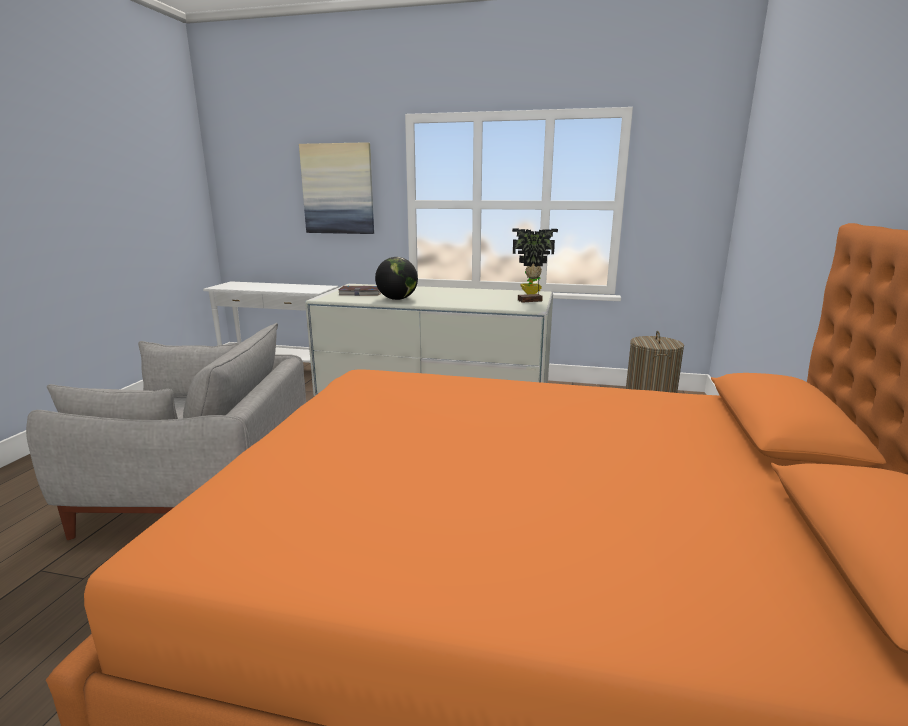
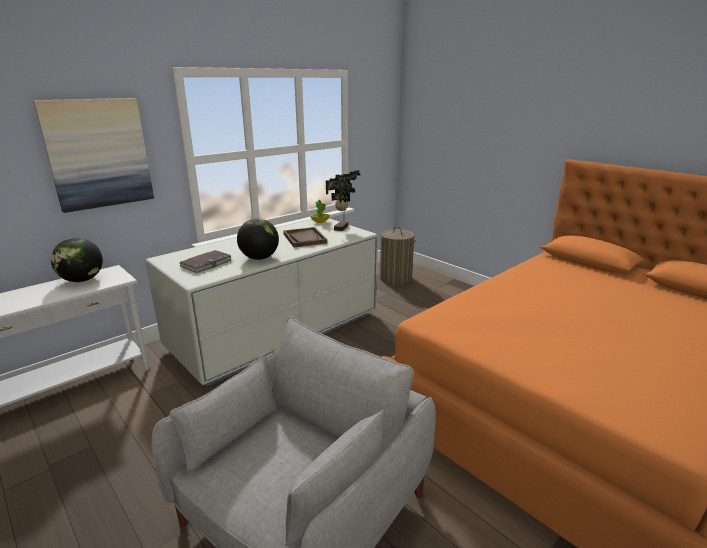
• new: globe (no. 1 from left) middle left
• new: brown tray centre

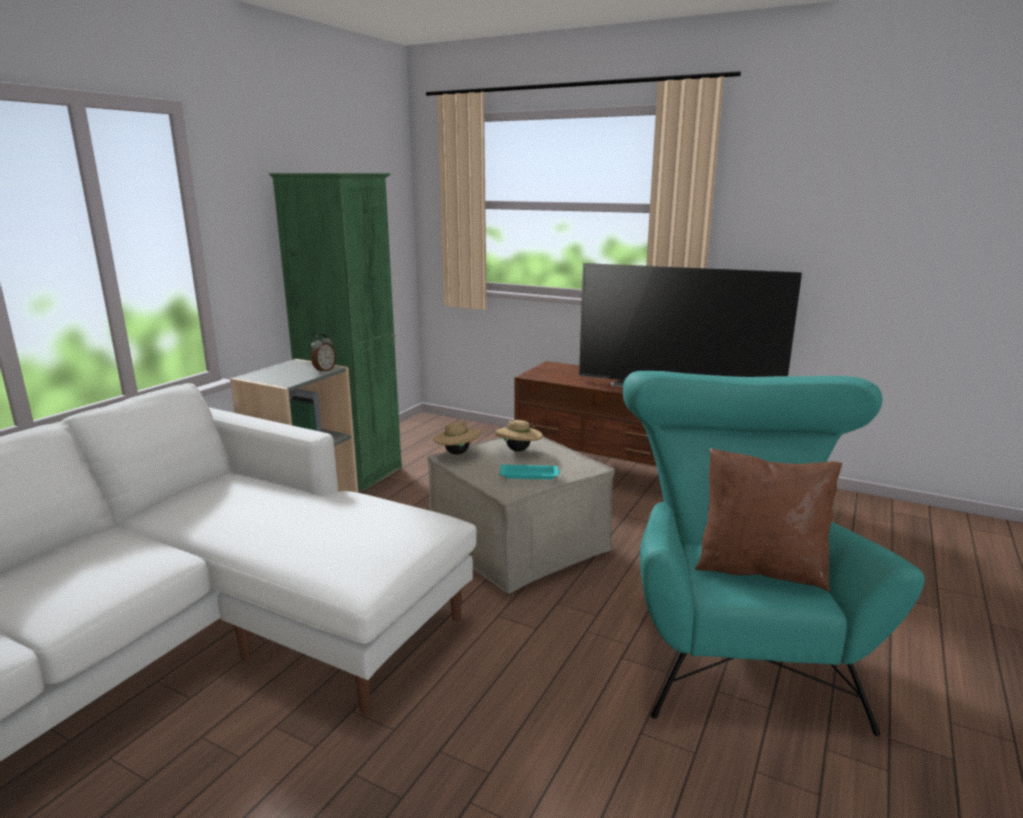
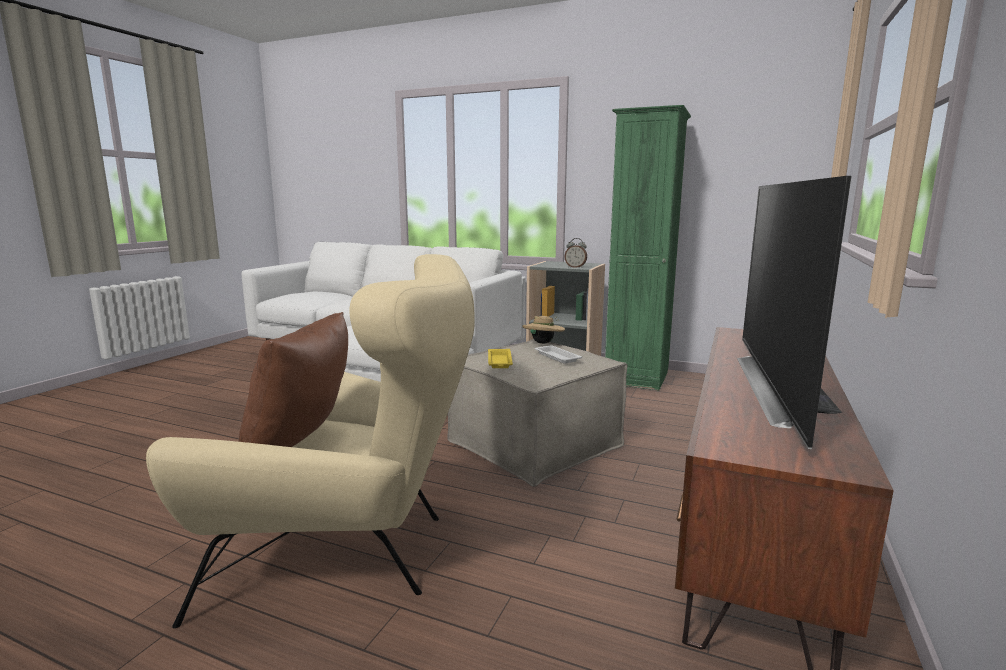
• swapped: beige hat (no. 2 from left) centre to white tray centre
• repainted: turquoise tray centre to yellow tray centre
• repainted: turquoise armchair bottom right to beige armchair middle left

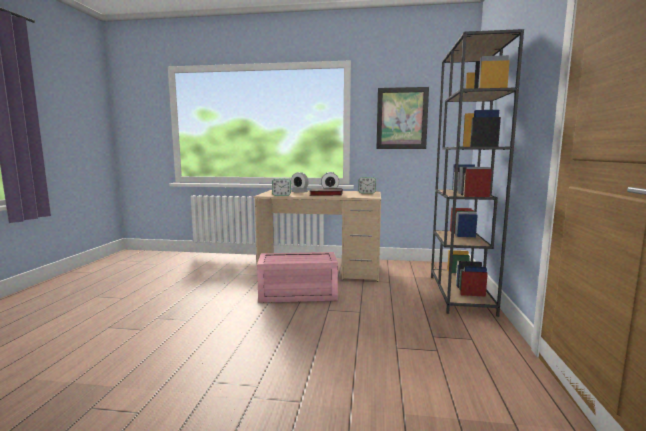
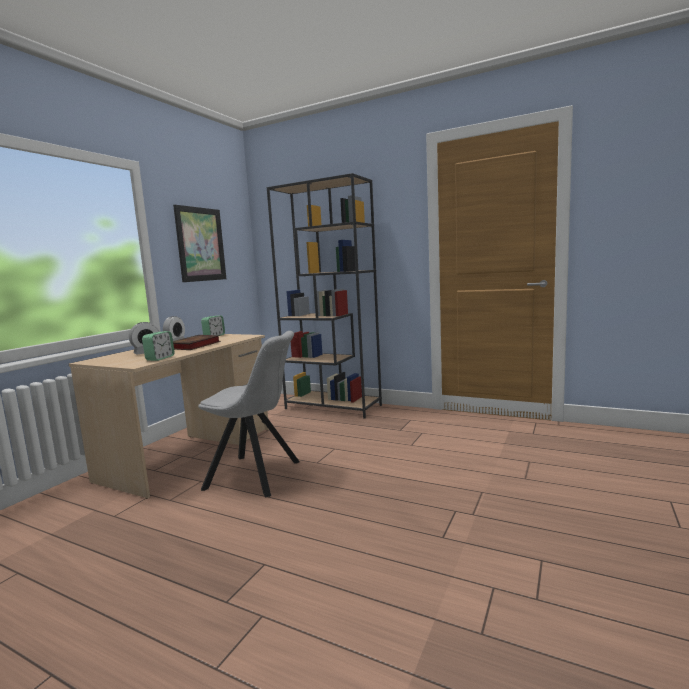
• swapped: pink storage box centre to grey chair centre

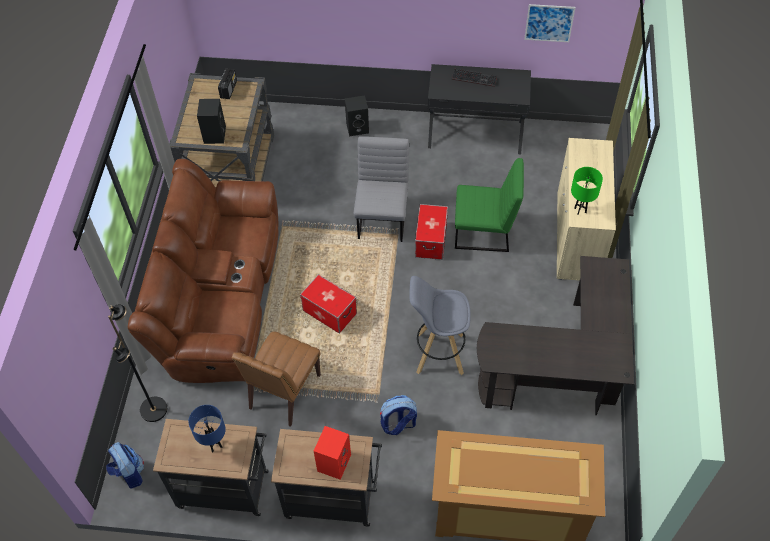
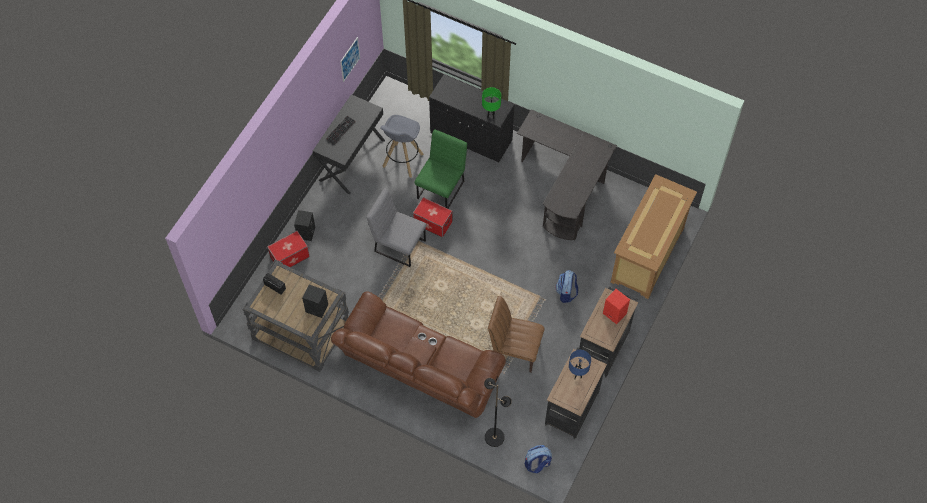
• rotated: brown chair bottom centre = centre 150 degrees clockwise
• shifted: storage box (no. 1 from left) centre to middle left
• shifted: grey stool centre to top centre
• repainted: beige cabinet middle right to black cabinet top centre

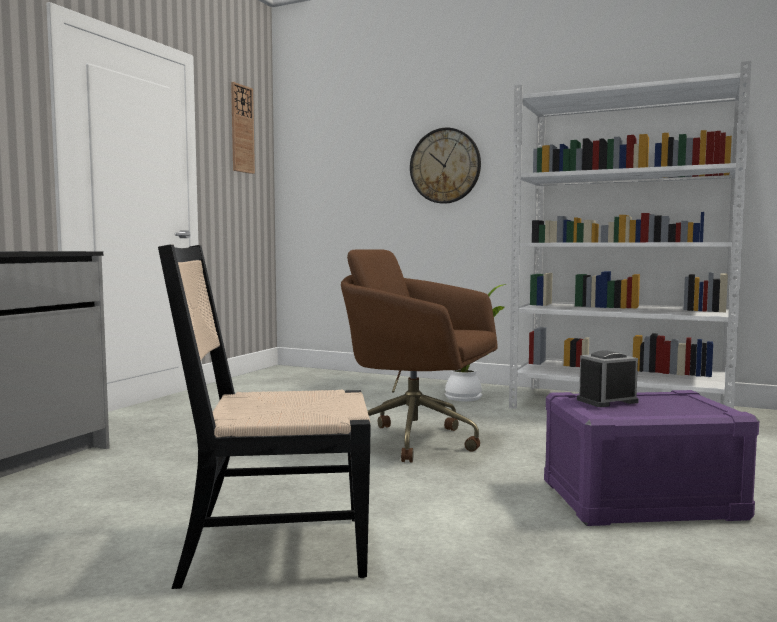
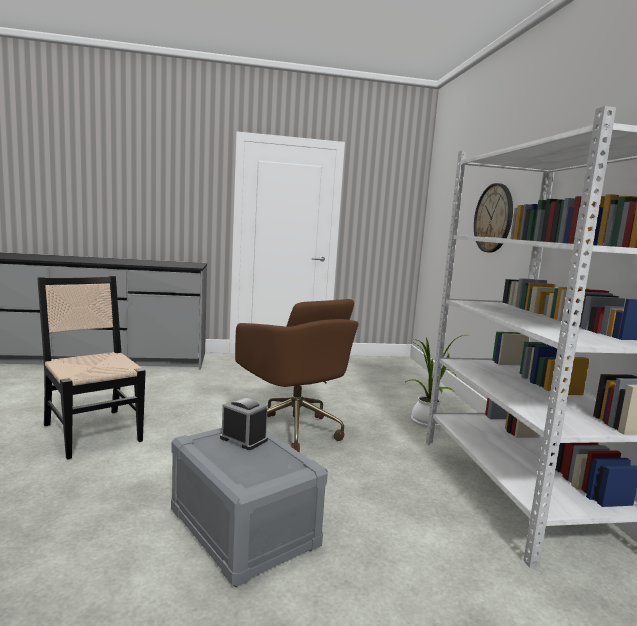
• gone: wall clock (no. 1 from left) top left
• rotated: brown office chair centre = centre 150 degrees clockwise
• repainted: purple storage box bottom right to grey storage box bottom centre

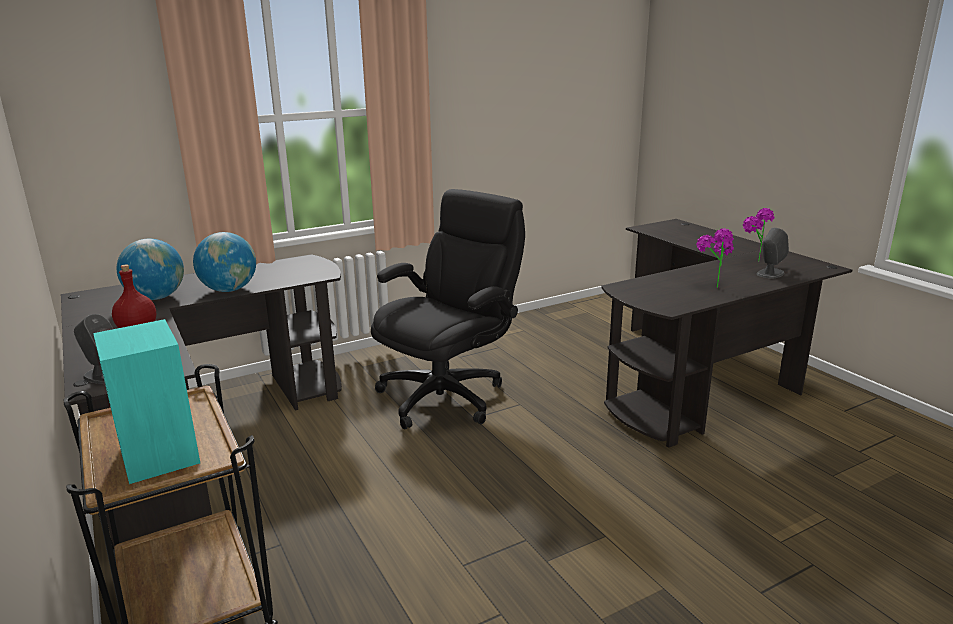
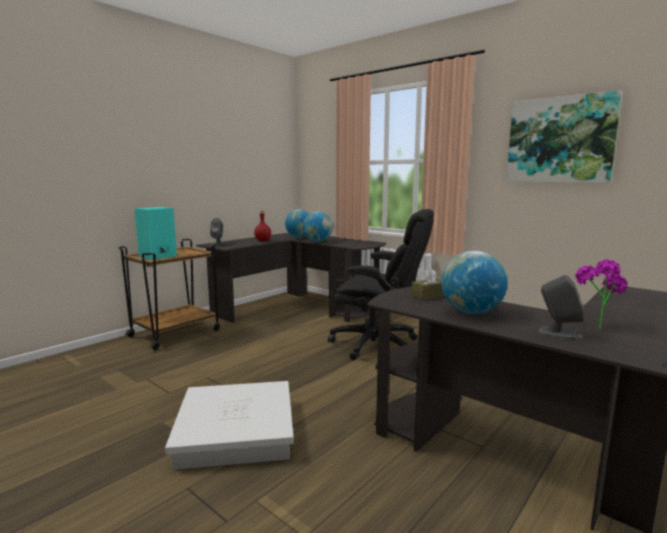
• swapped: potted plant (no. 1 from left) middle right to globe (no. 3 from left) middle right
• new: white storage box bottom centre
• new: brown tissue box centre
• new: picture top right

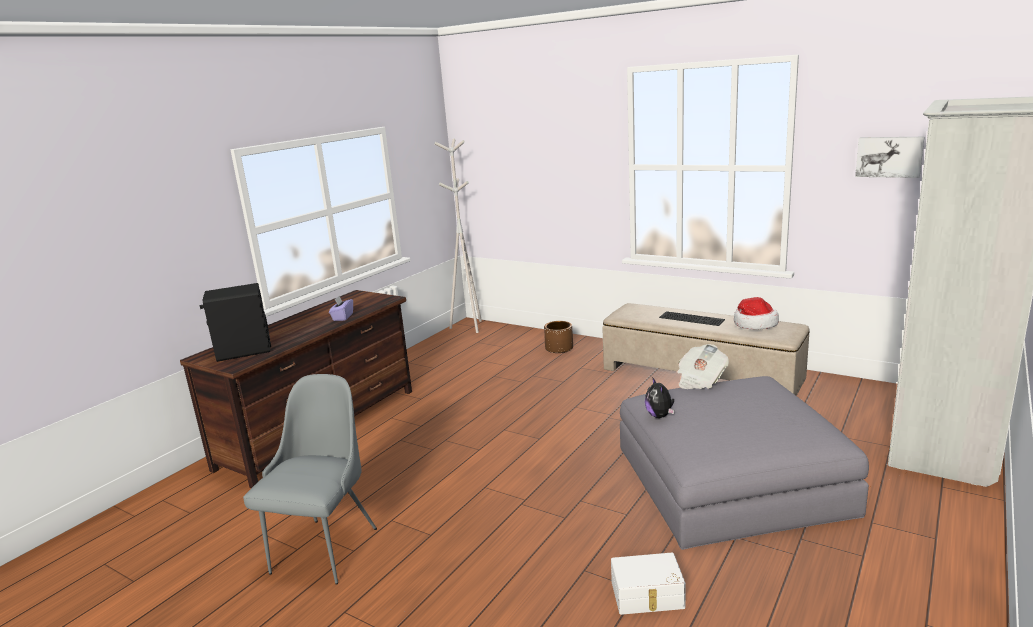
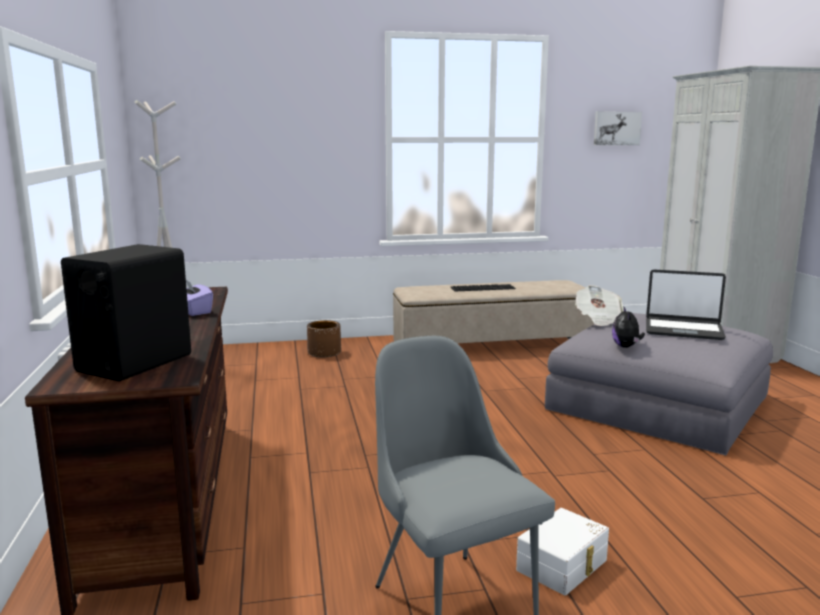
• shifted: white storage box bottom centre to bottom right
• rotated: plush toy centre = middle right 60 degrees clockwise
• gone: hat middle right
• new: laptop middle right

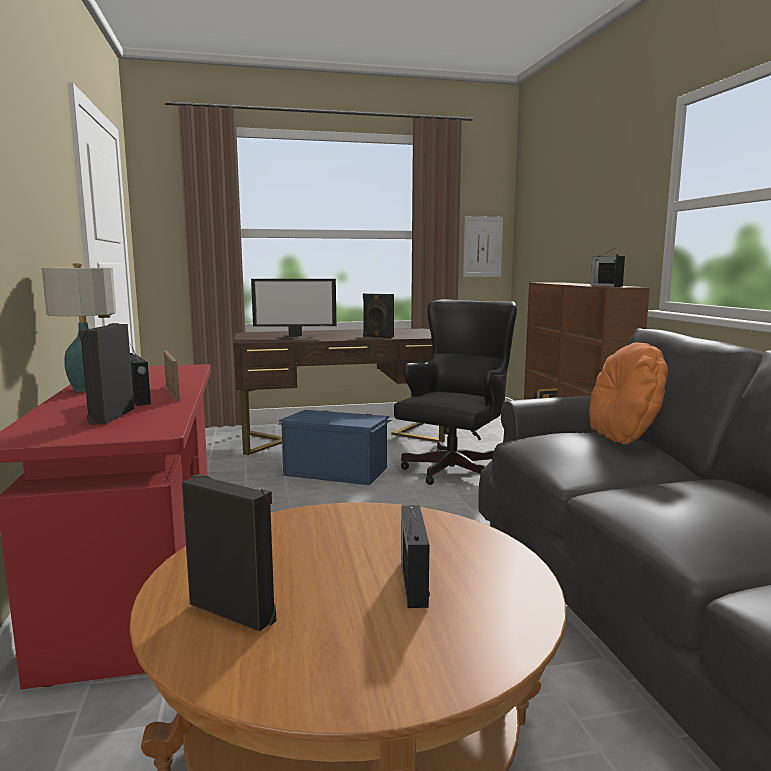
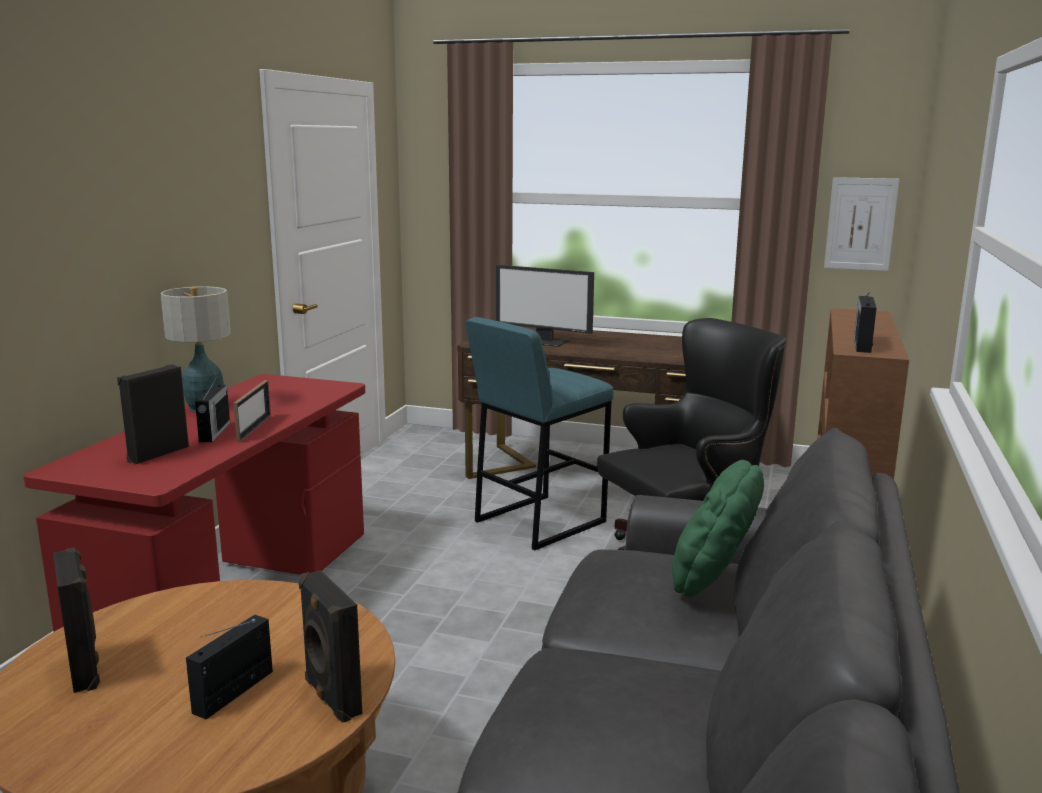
• swapped: blue storage box centre to turquoise stool centre
• shifted: black speaker (no. 3 from left) centre to bottom left
• repainted: orange pillow middle right to green pillow middle right

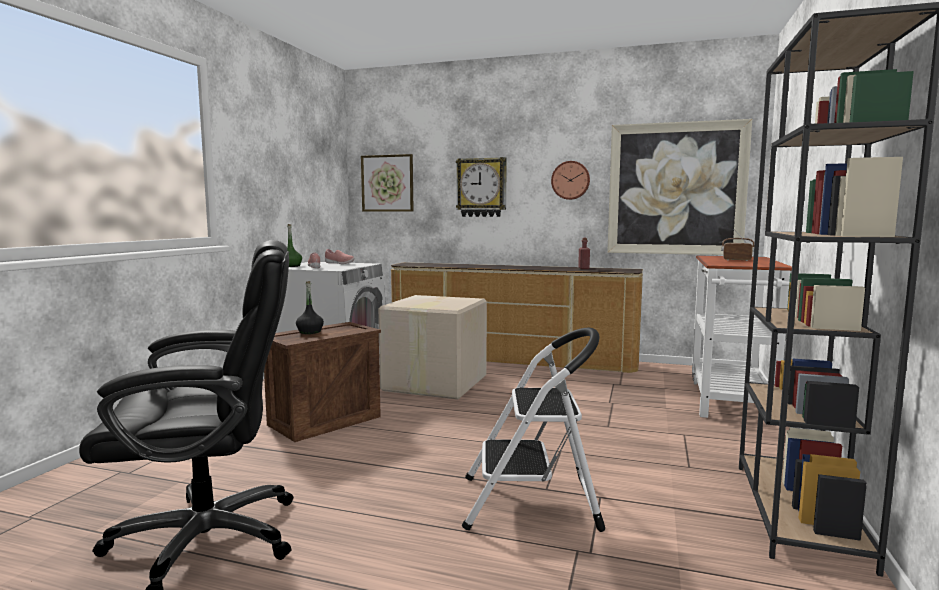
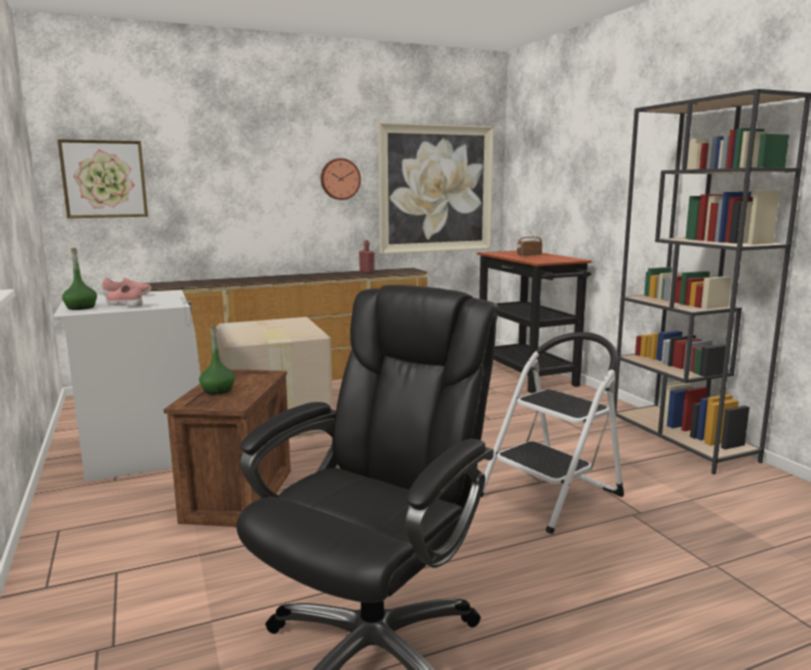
• repainted: black bottle middle left to green bottle (no. 2 from left) middle left
• gone: wall clock (no. 1 from left) top centre
• repainted: white cart middle right to black cart centre

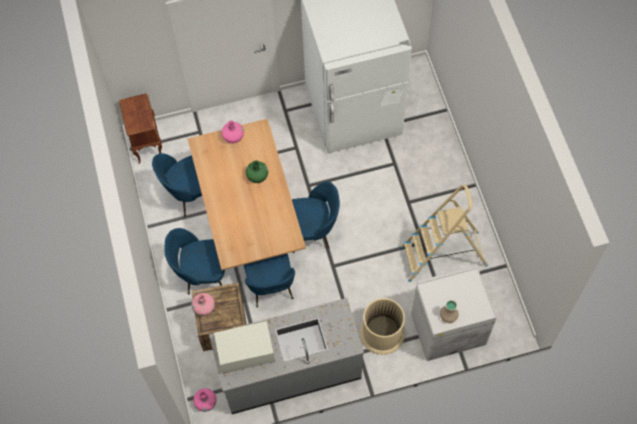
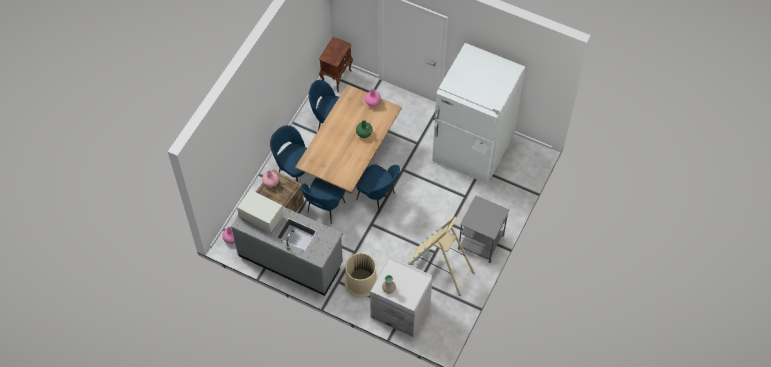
• new: grey cart centre

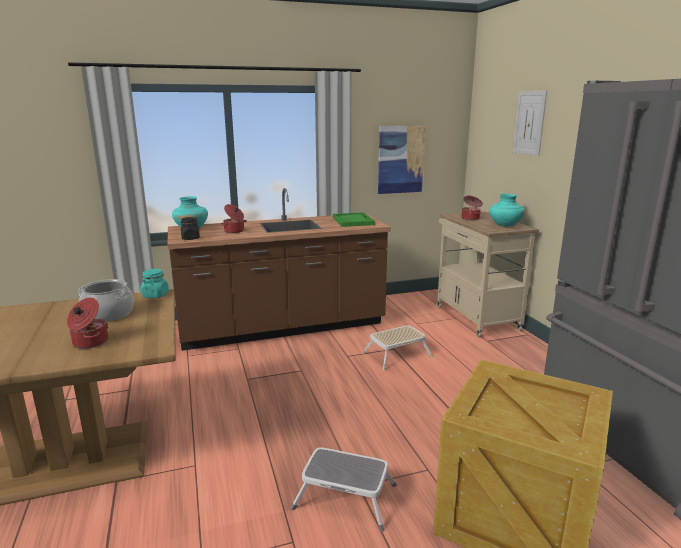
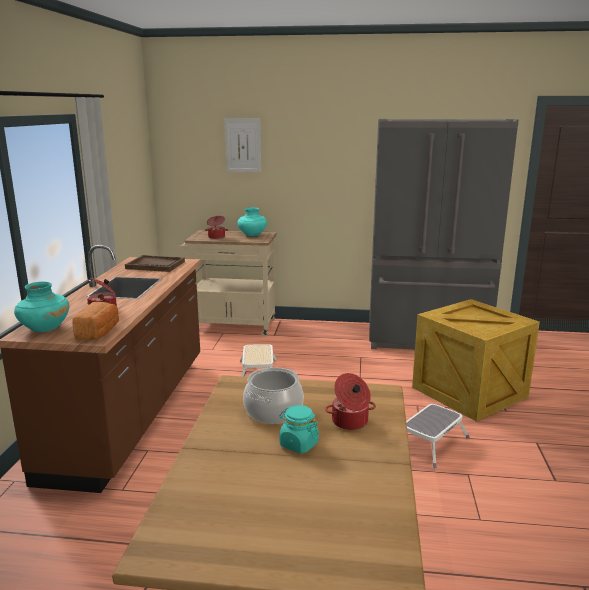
• shifted: turquoise jar middle left to bottom centre
• swapped: black jar middle left to bread middle left
• repainted: green tray centre to brown tray middle left
• gone: picture (no. 1 from left) top centre

